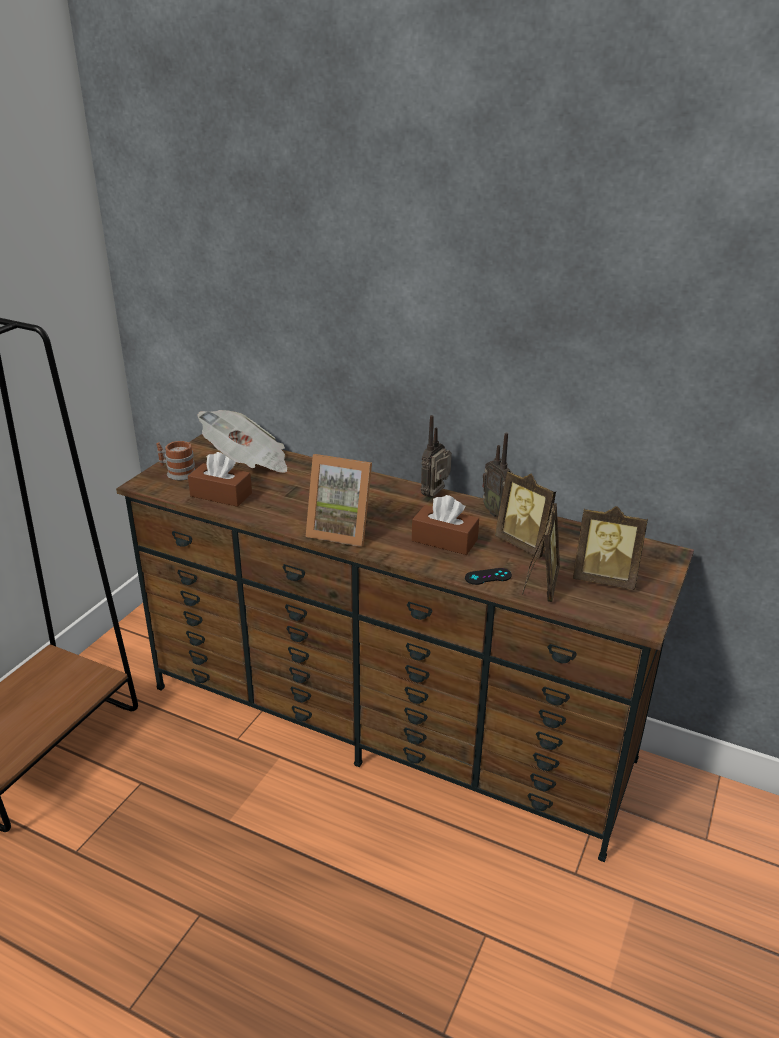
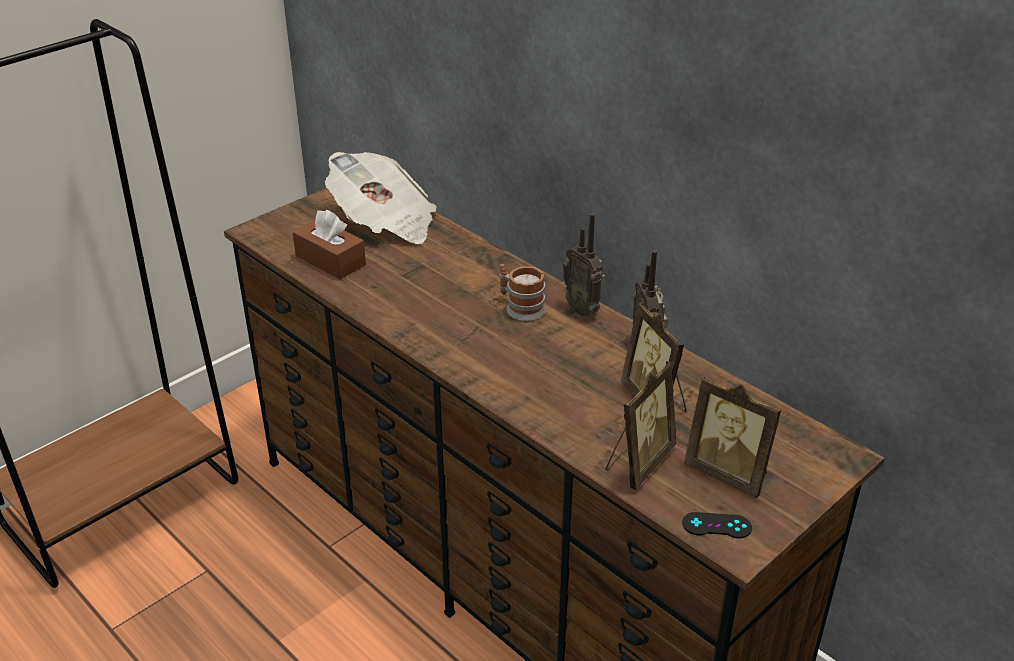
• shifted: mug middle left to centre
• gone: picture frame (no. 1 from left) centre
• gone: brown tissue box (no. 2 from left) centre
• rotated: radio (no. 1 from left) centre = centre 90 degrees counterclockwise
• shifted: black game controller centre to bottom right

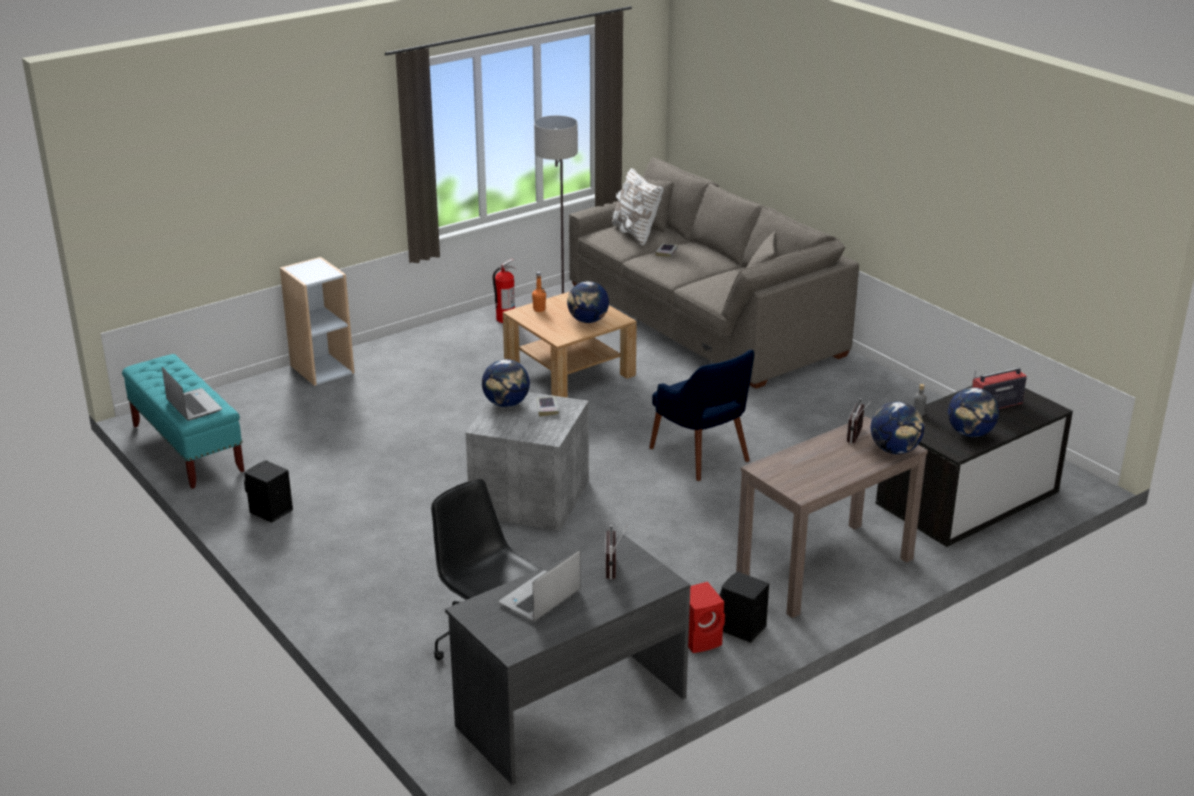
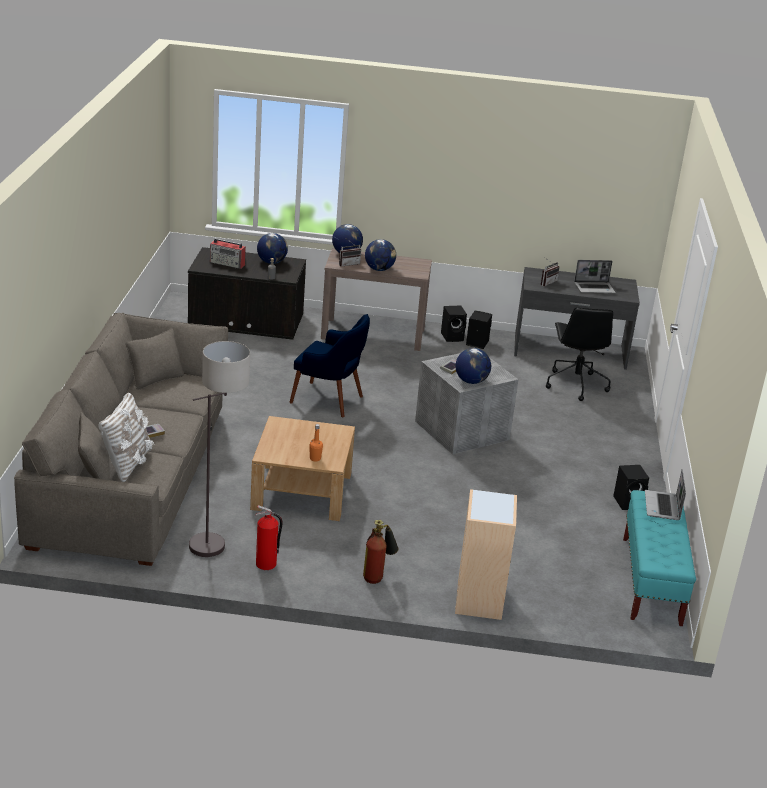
• shifted: globe (no. 2 from left in the first image) centre to globe (no. 3 from left) top centre
• rotated: blue armchair centre = centre 105 degrees clockwise
• repainted: red speaker bottom centre to black speaker (no. 2 from left) centre
• new: fire extinguisher (no. 2 from left) bottom centre

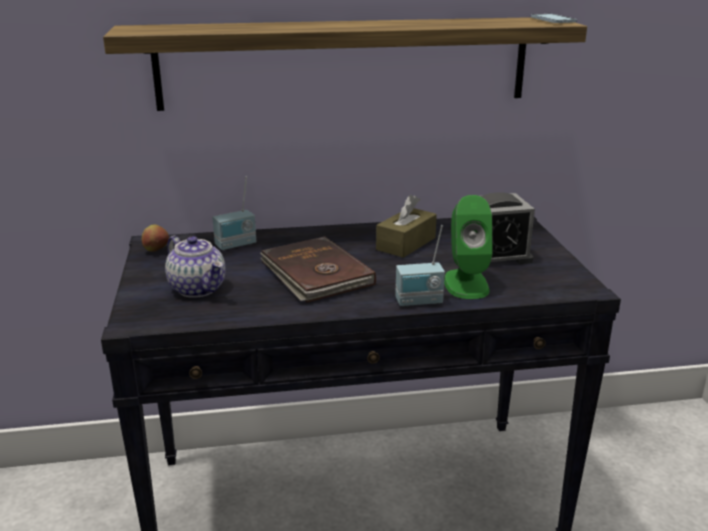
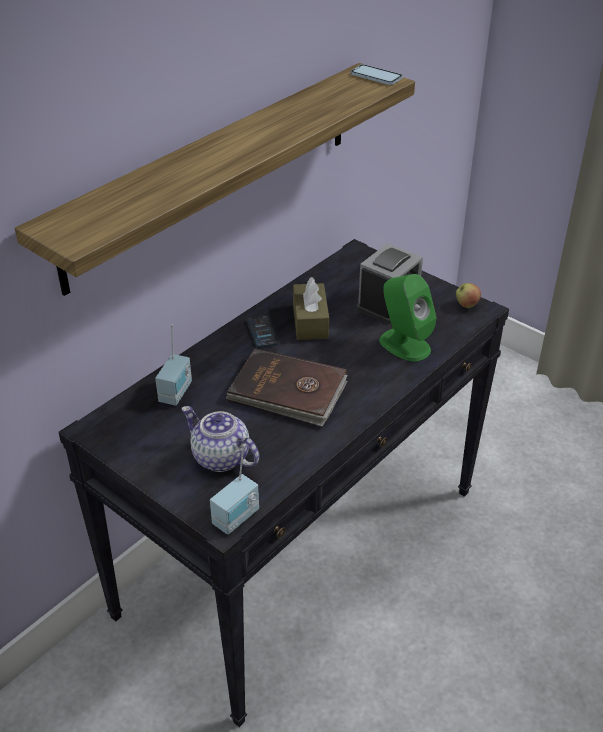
• shifted: apple middle left to middle right
• rotated: teapot middle left = centre 150 degrees counterclockwise
• shifted: radio (no. 2 from left) centre to bottom centre
• new: phone (no. 1 from left) centre

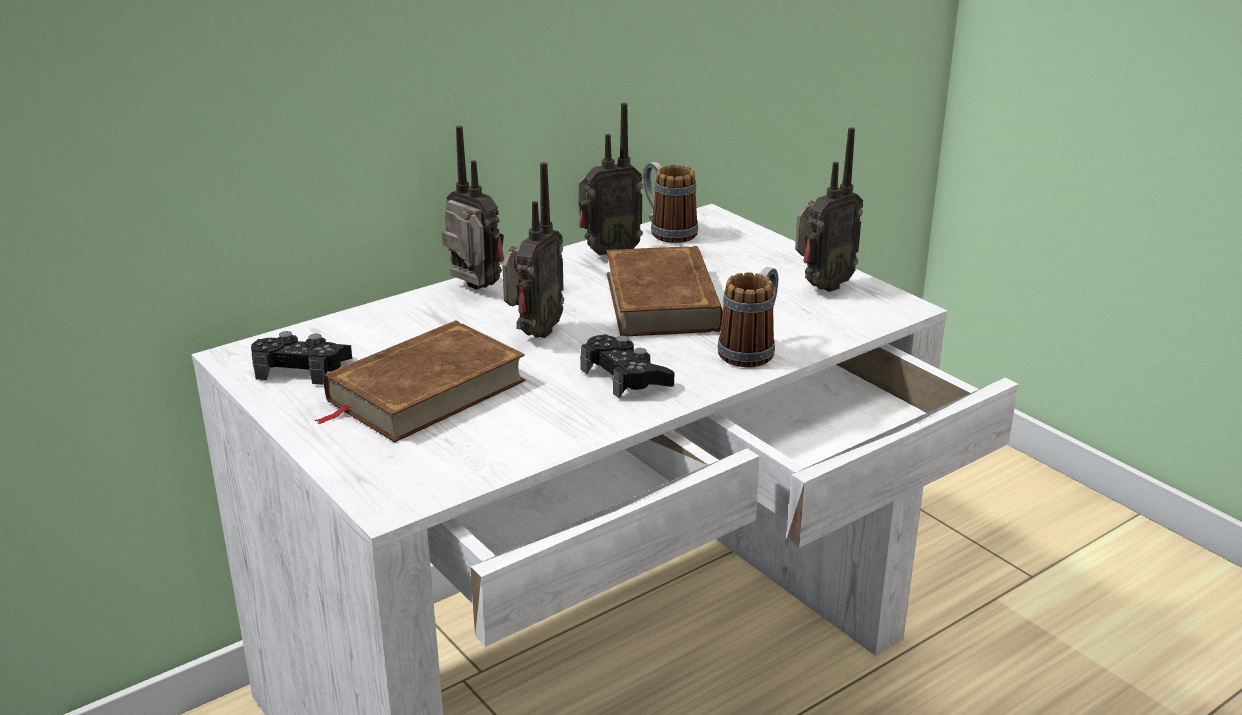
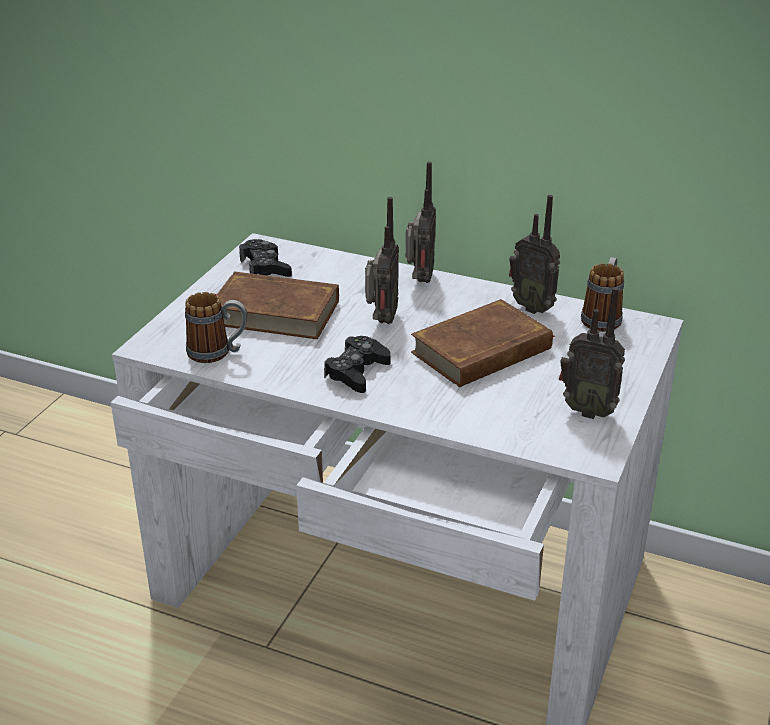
• rotated: radio (no. 2 from left in the first image) centre = centre 75 degrees counterclockwise
• shifted: mug (no. 2 from left in the first image) centre to mug (no. 1 from left) middle left

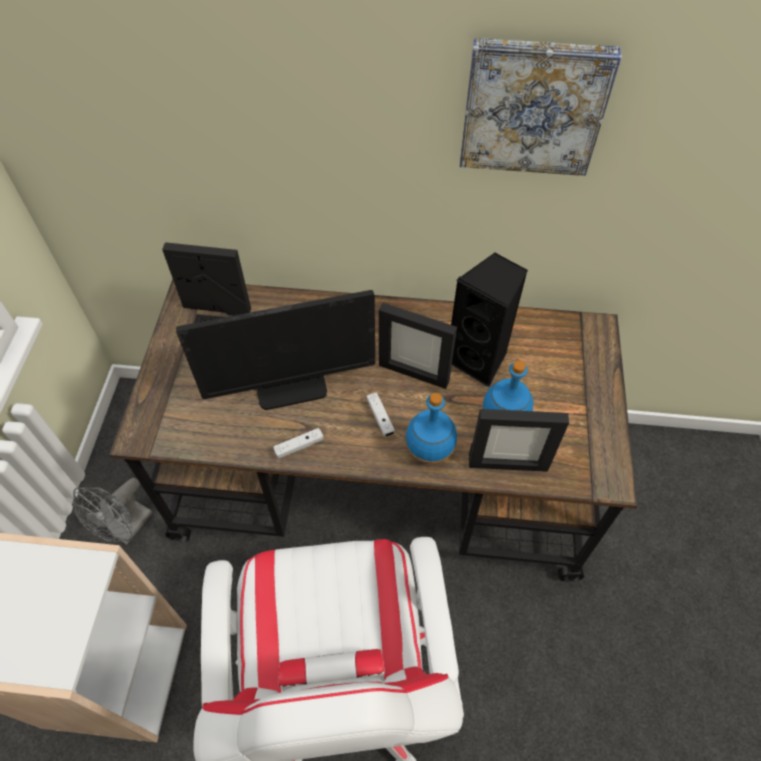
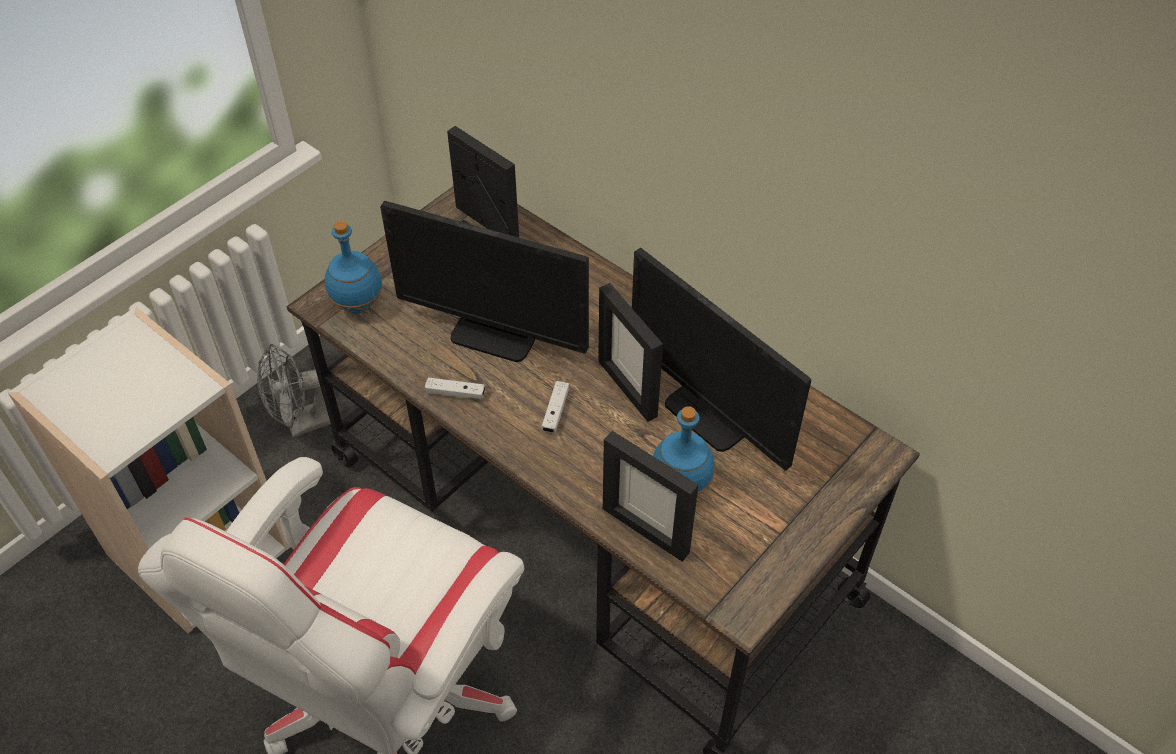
• shifted: blue bottle (no. 1 from left) centre to middle left
• swapped: black speaker centre to monitor (no. 2 from left) centre
• gone: picture top right

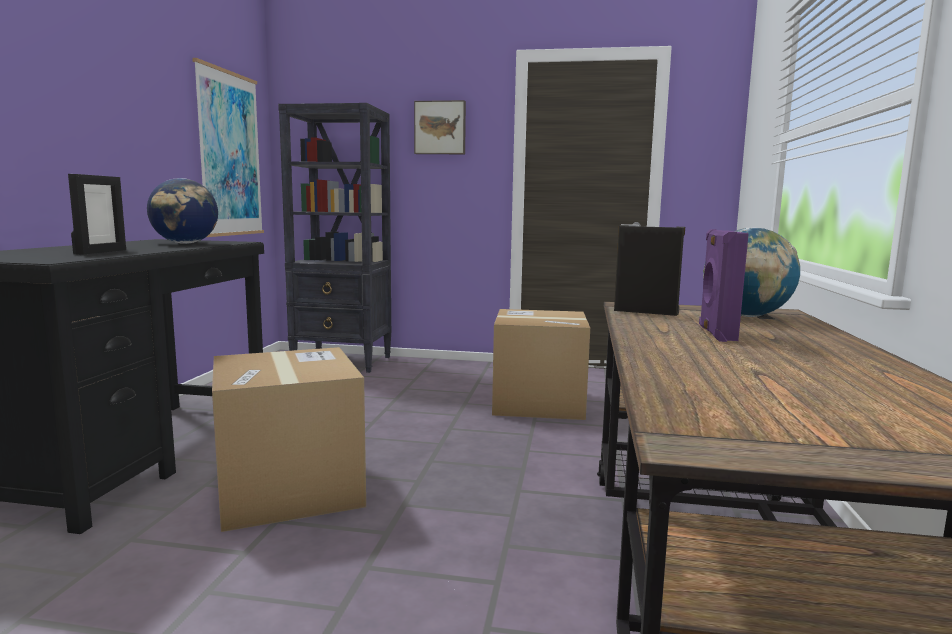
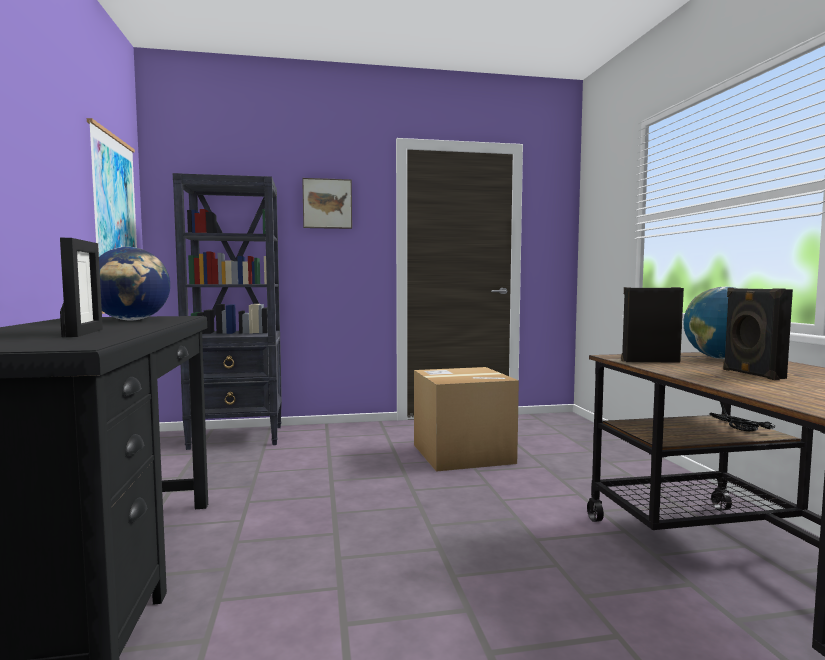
• gone: cardboard box (no. 1 from left) bottom left
• repainted: purple speaker middle right to black speaker (no. 2 from left) middle right

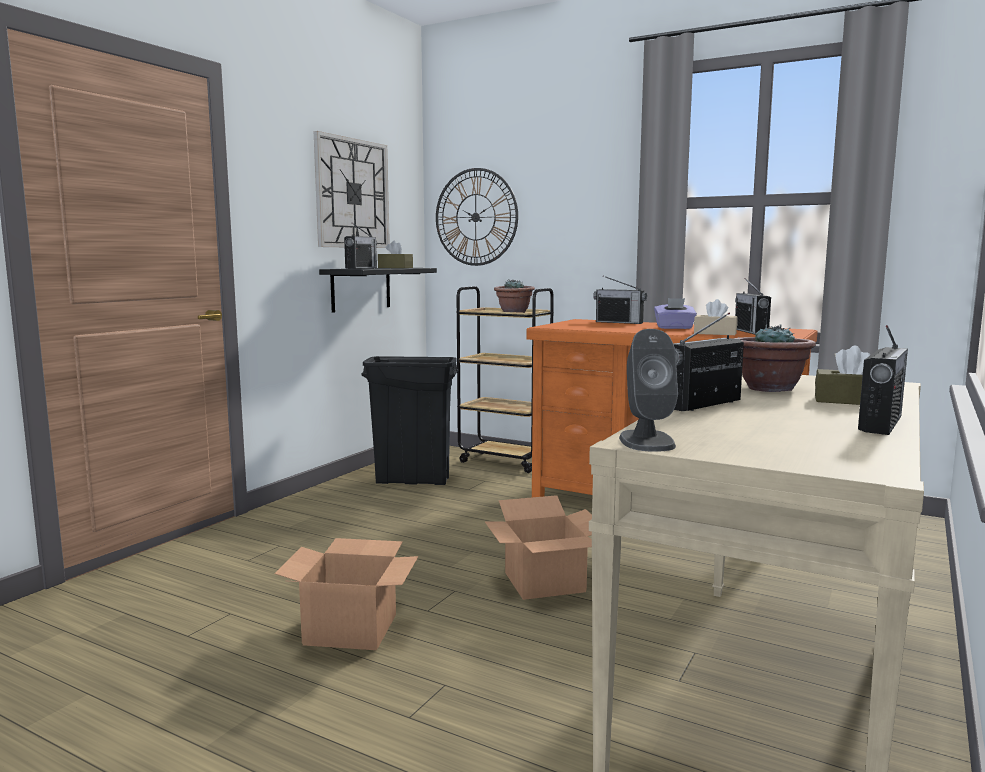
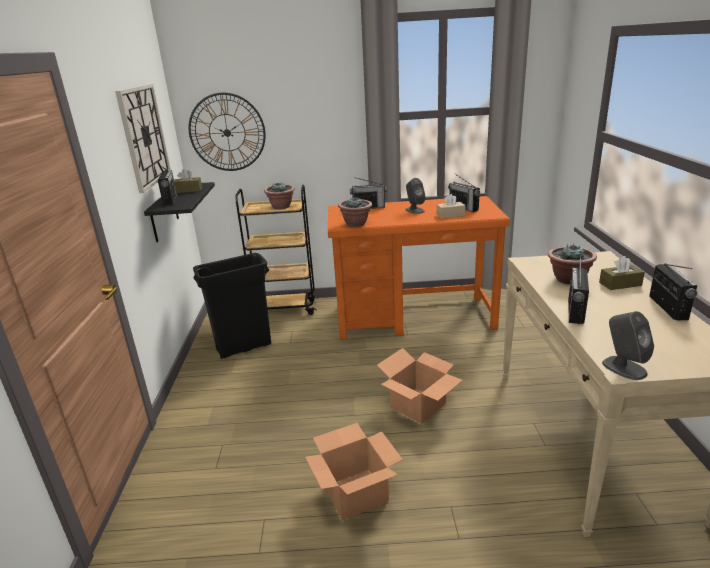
• swapped: purple tissue box middle right to grey speaker (no. 1 from left) centre
• new: potted plant (no. 2 from left) centre

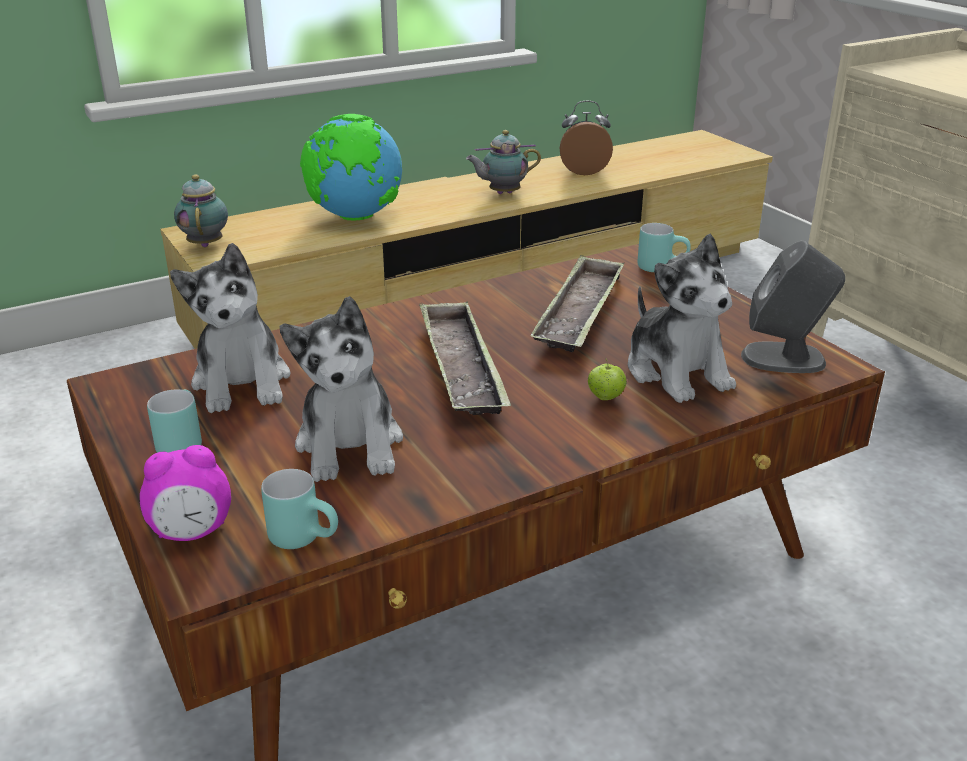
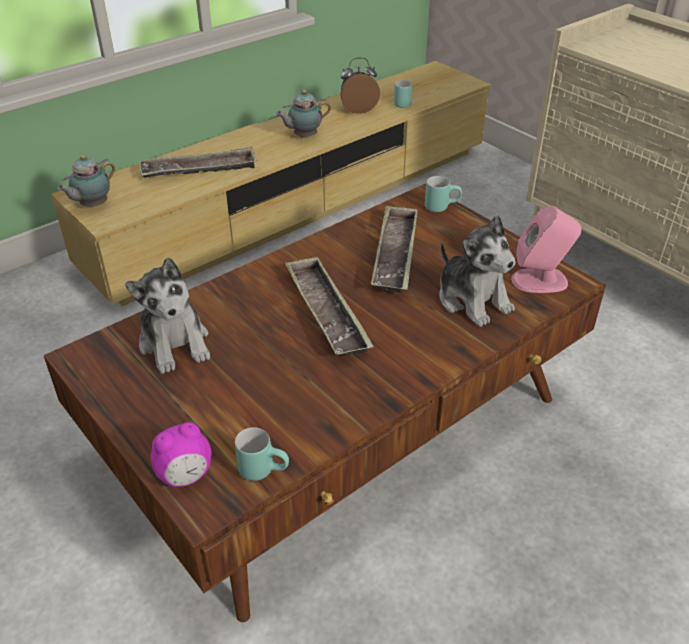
• shifted: turquoise mug (no. 1 from left in the first image) middle left to turquoise mug (no. 2 from left) top centre
• rotated: teapot (no. 1 from left) top left = top left 120 degrees counterclockwise
• gone: plush toy (no. 2 from left) centre
• swapped: globe top centre to tray (no. 1 from left) top left
• gone: apple centre
• repainted: grey speaker middle right to pink speaker middle right

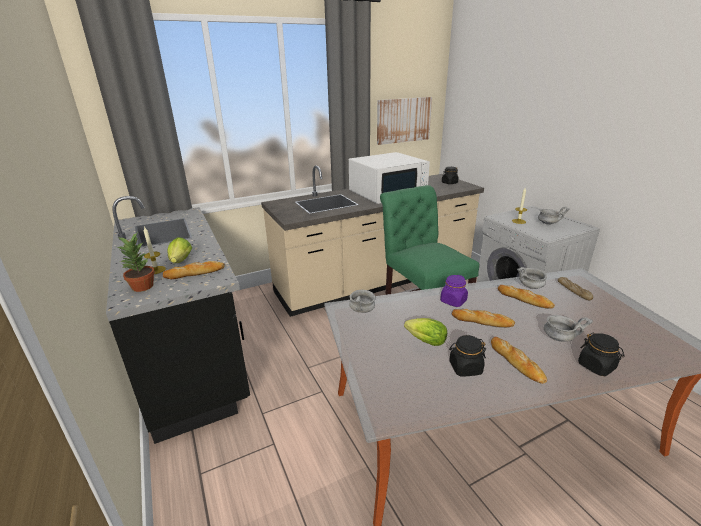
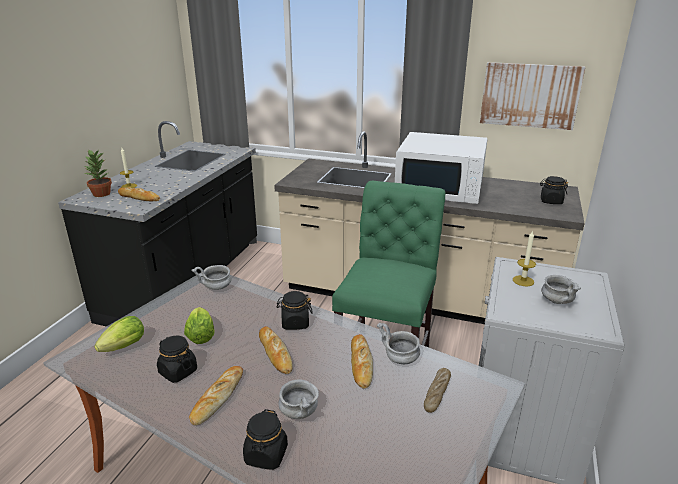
• shifted: lettuce (no. 1 from left) middle left to bottom left
• repainted: purple jar centre to black jar (no. 3 from left) centre

